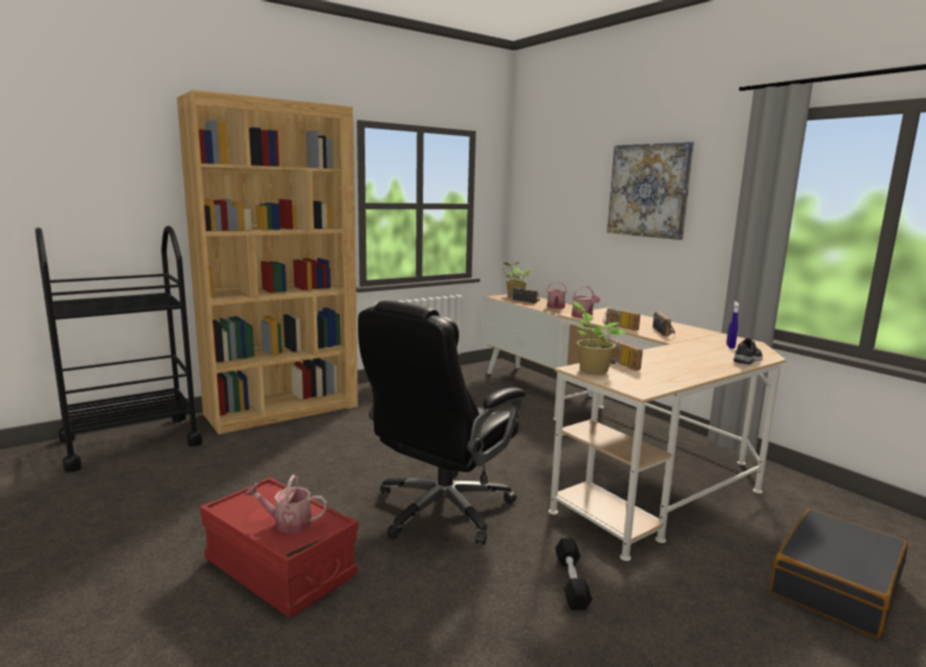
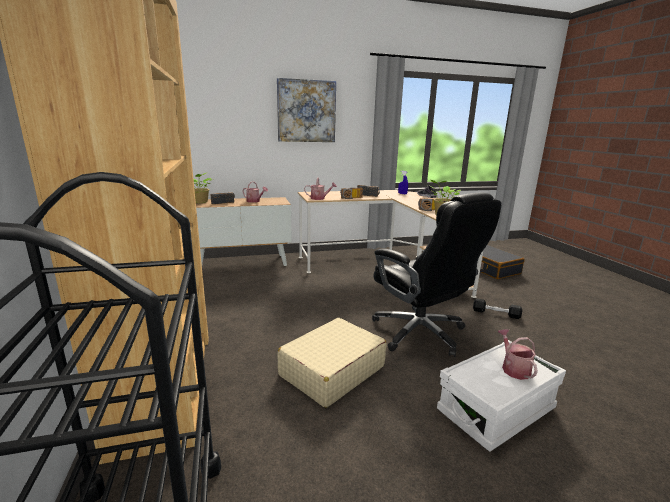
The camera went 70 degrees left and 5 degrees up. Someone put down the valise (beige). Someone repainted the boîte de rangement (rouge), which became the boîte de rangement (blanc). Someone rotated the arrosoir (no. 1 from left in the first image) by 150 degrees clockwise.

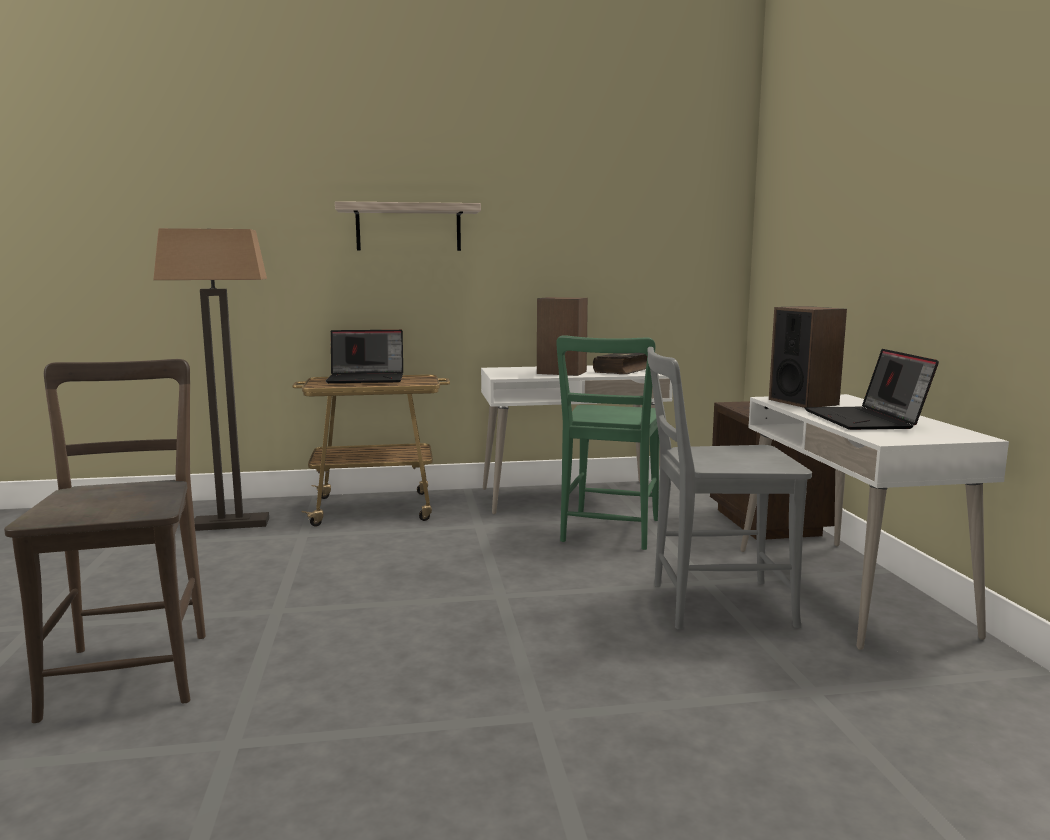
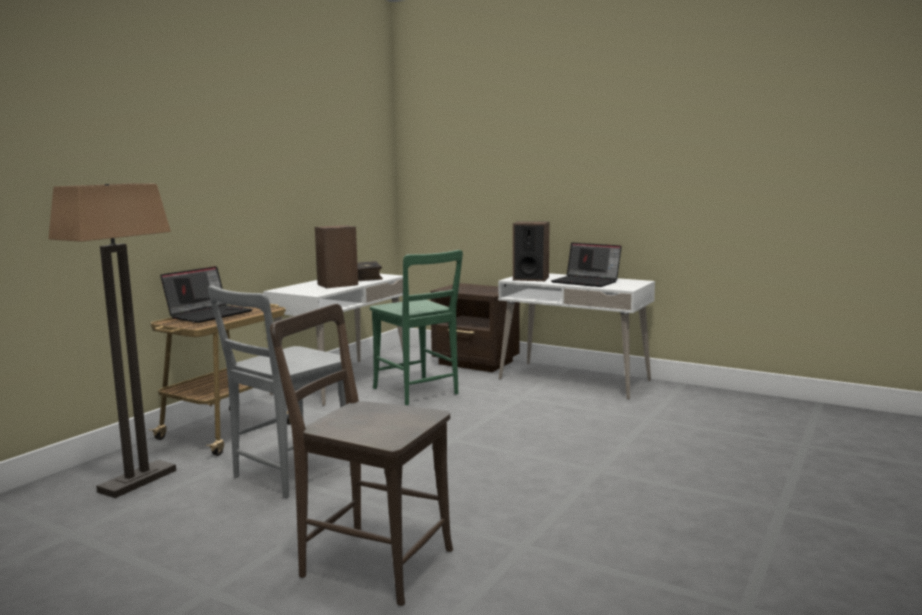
The camera went 50 degrees left and 0 degrees up. Someone took away the étagère. Someone carried the chaise (gris).

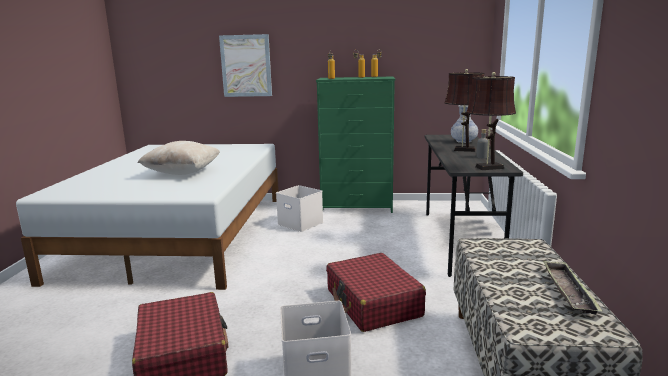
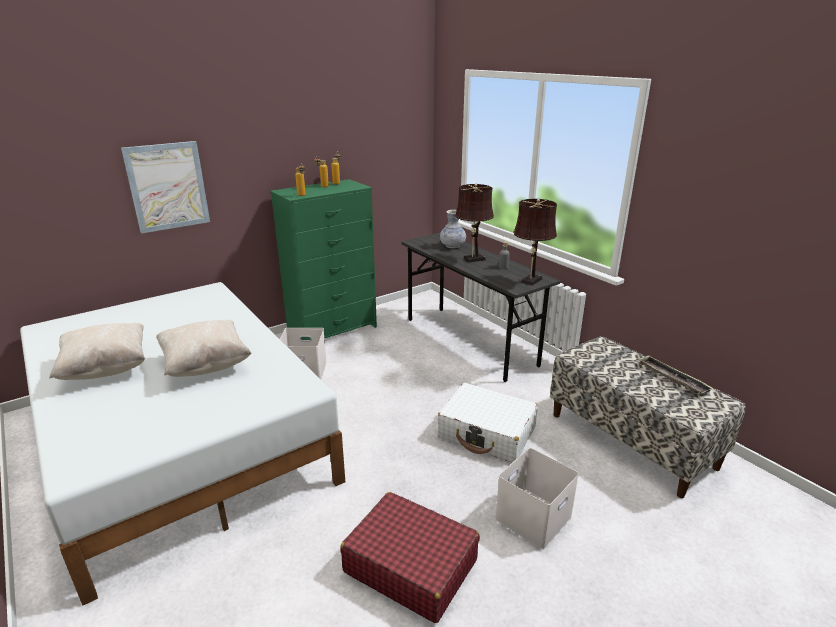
The camera went 40 degrees left and 10 degrees up. Someone put down the coussin (beige) (no. 1 from left). Someone repainted the valise (rouge) (no. 2 from left), which became the valise (blanc).

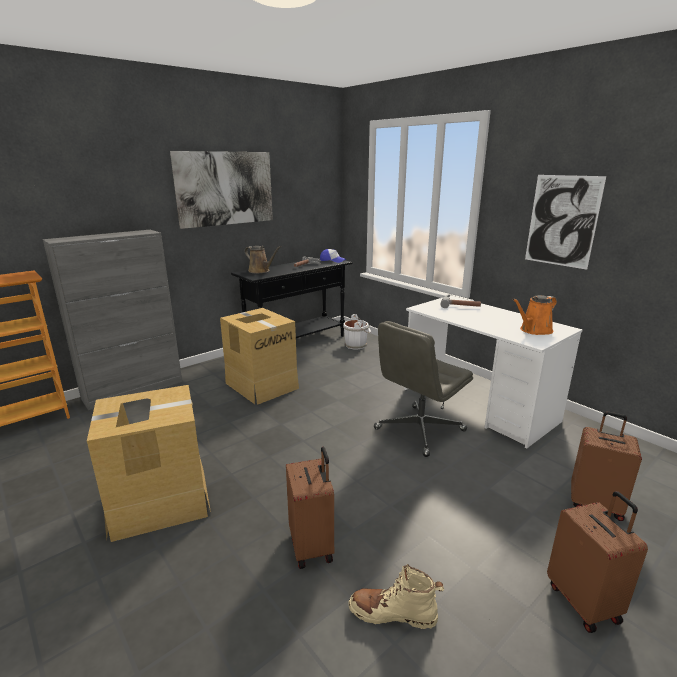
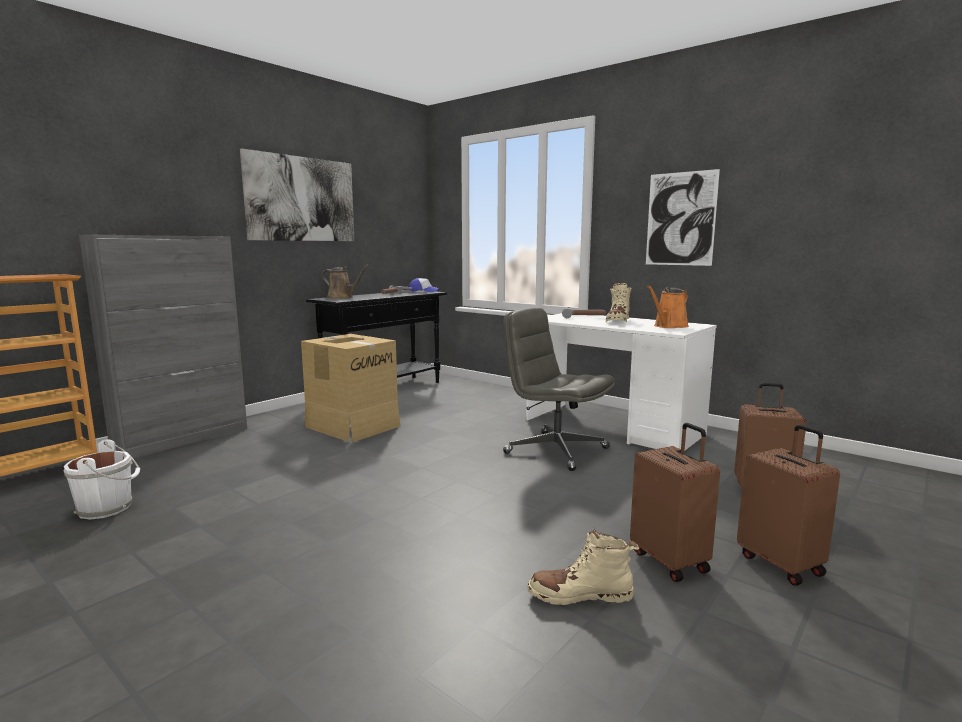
The camera went 10 degrees left and 10 degrees down. Someone took away the carton (no. 1 from left). Someone put down the botte (beige) (no. 2 from left). Someone carried the valise (marron) (no. 1 from left). Someone carried the seau (blanc). Someone rotated the chaise de bureau (gris) by 90 degrees clockwise.

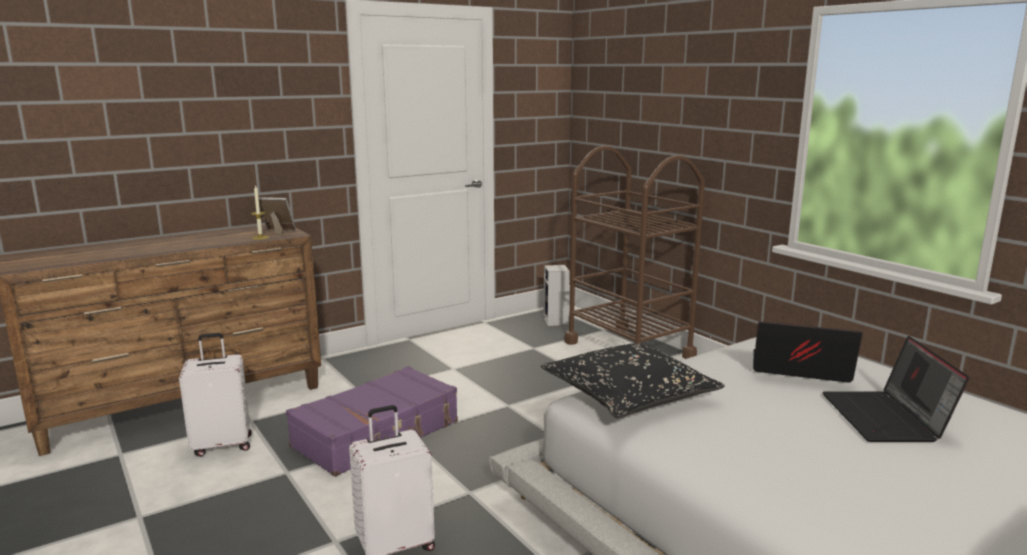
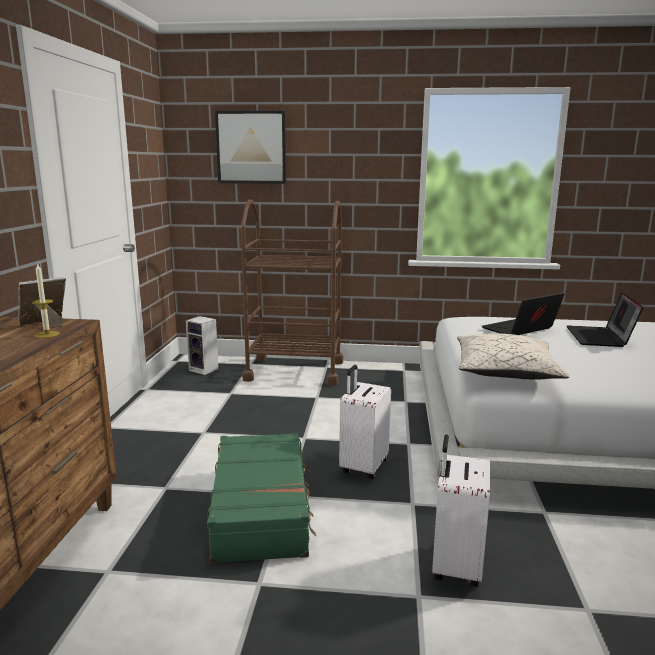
The camera went 50 degrees left and 0 degrees up. Someone put up the tableau. Someone carried the valise (blanc) (no. 1 from left). Someone repainted the valise (violet), which became the valise (vert). Someone repainted the coussin (noir), which became the coussin (beige). Someone rotated the ordinateur portable (no. 2 from left) by 60 degrees clockwise.

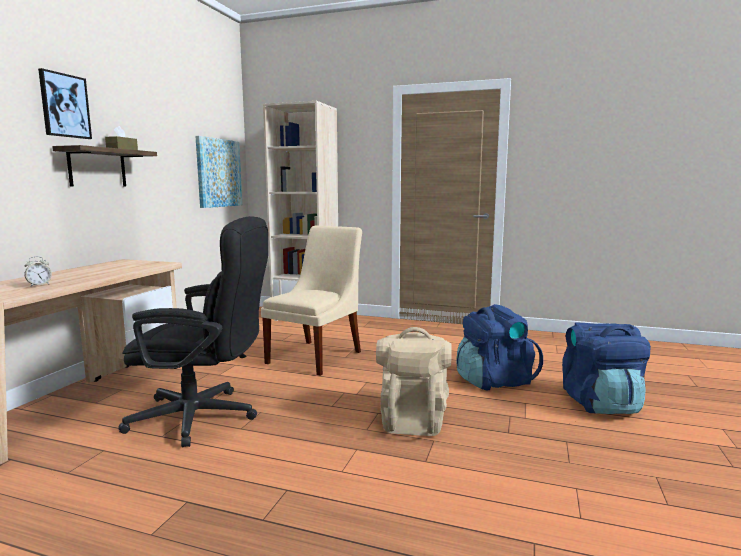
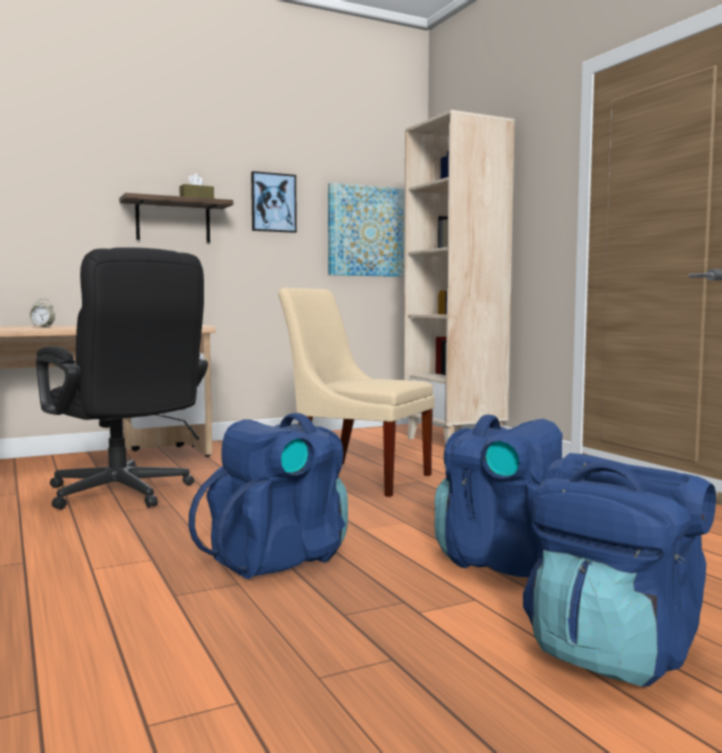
The camera went 45 degrees right and 5 degrees down. Someone carried the tableau (no. 1 from left). Someone repainted the sac à dos (beige), which became the sac à dos (bleu) (no. 1 from left). Someone rotated the chaise (beige) by 135 degrees counterclockwise.

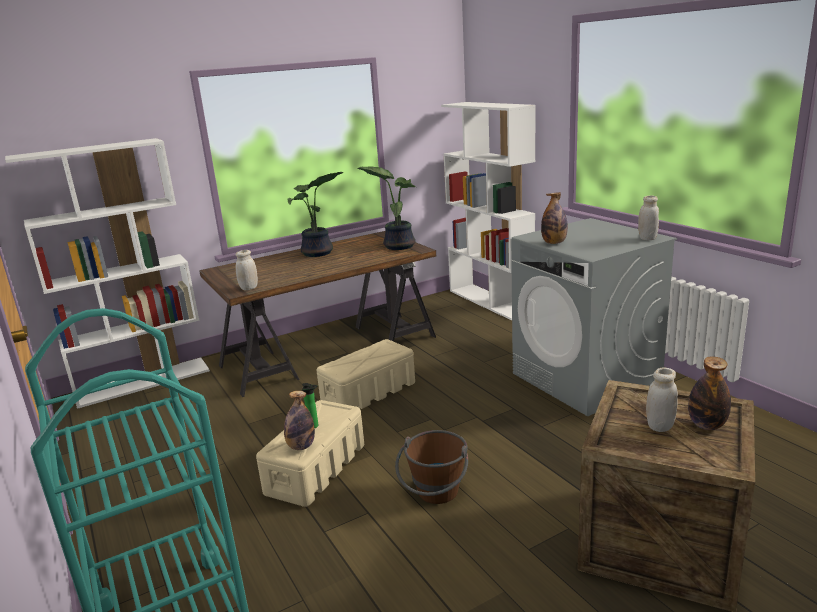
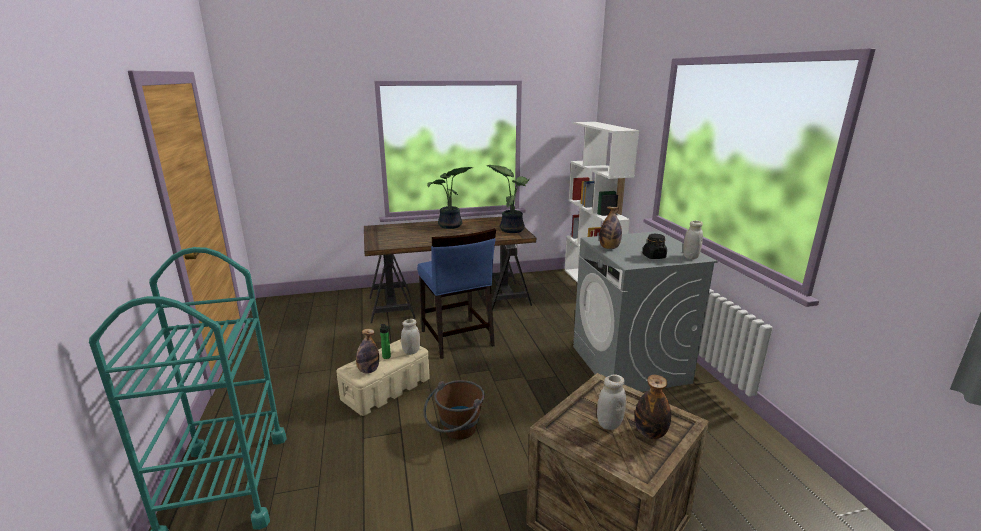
The camera went 15 degrees right and 0 degrees up. Someone took away the bibliothèque (blanc) (no. 1 from left). Someone put down the bocal (noir). Someone carried the bocal (blanc) (no. 1 from left). Someone swapped the boîte de rangement (beige) (no. 2 from left) for the chaise (bleu).

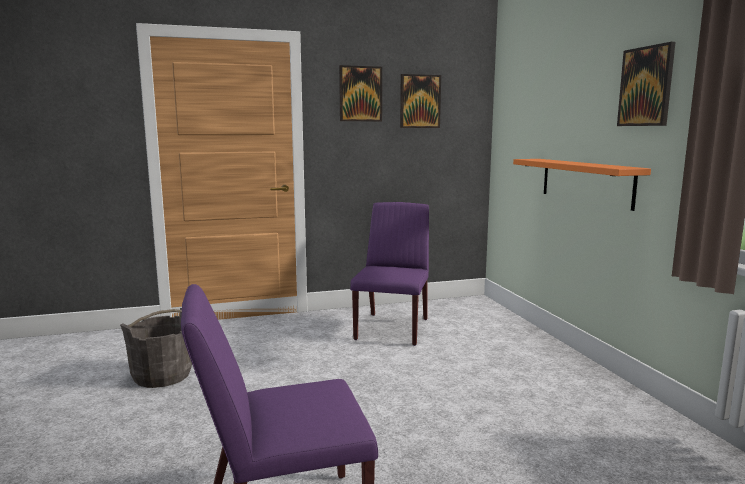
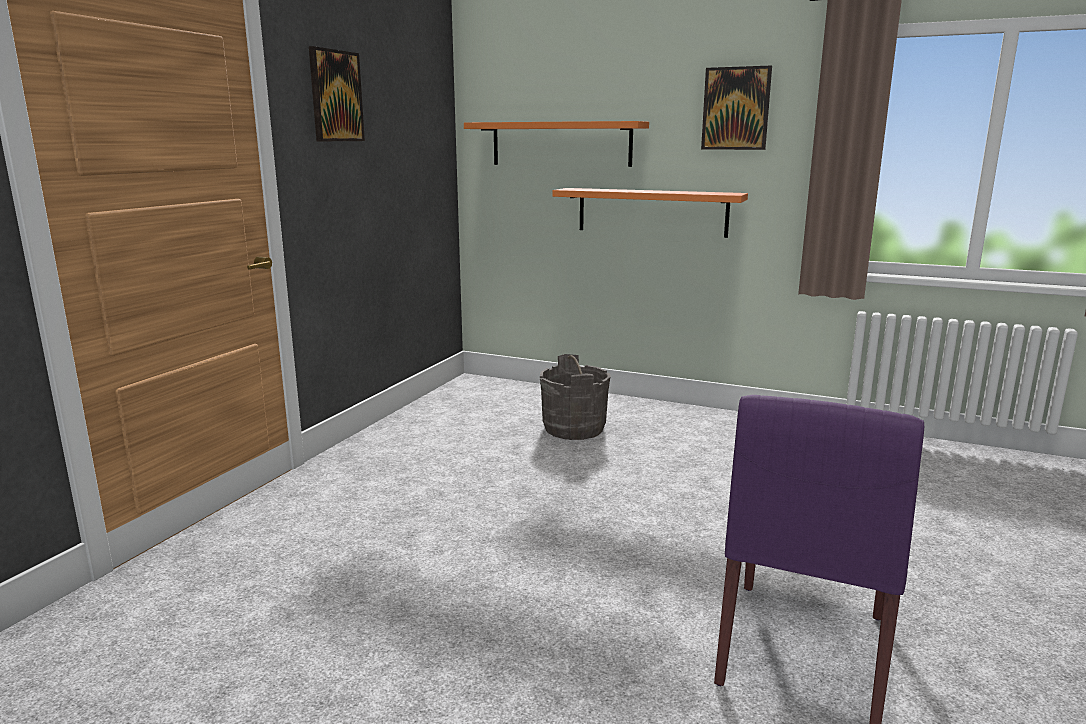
The camera went 50 degrees left and 5 degrees up. Someone took away the chaise (violet) (no. 2 from left). Someone took away the tableau (no. 2 from left). Someone put up the étagère (orange) (no. 1 from left). Someone carried the seau (gris).

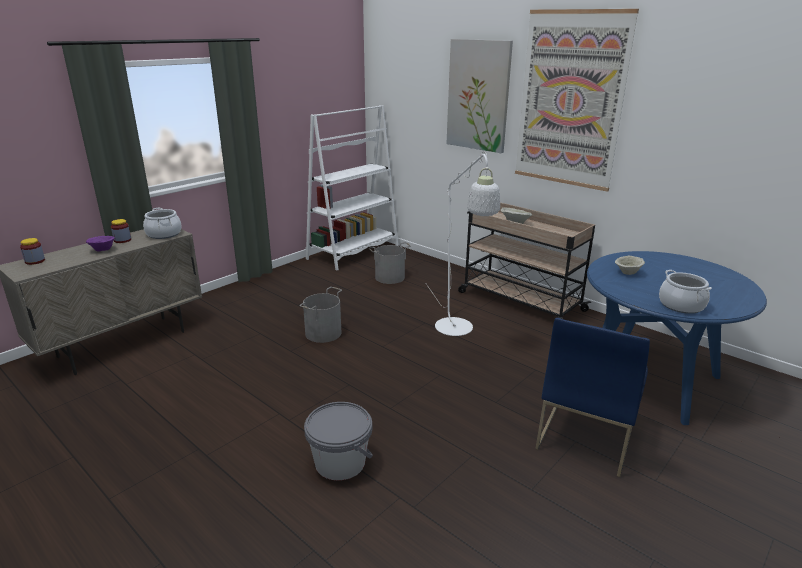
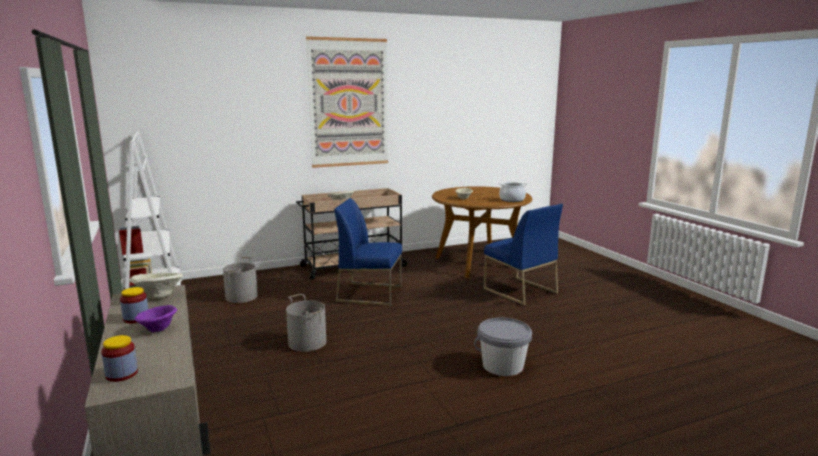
The camera went 65 degrees left and 10 degrees down. Someone took away the tableau (no. 1 from left). Someone swapped the marmite (no. 1 from left) for the bol (beige) (no. 1 from left). Someone swapped the lampadaire (blanc) for the chaise (bleu) (no. 1 from left). Someone repainted the table à manger (bleu), which became the table à manger (marron).

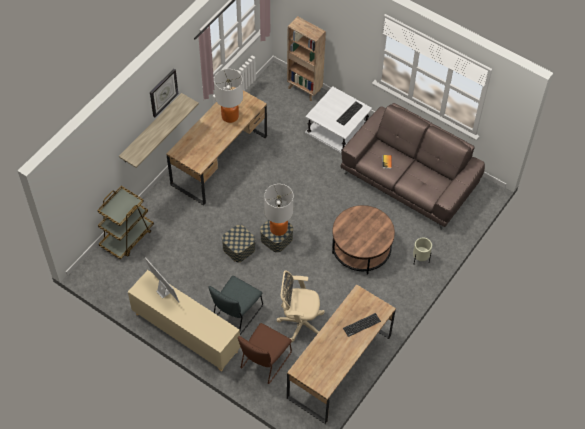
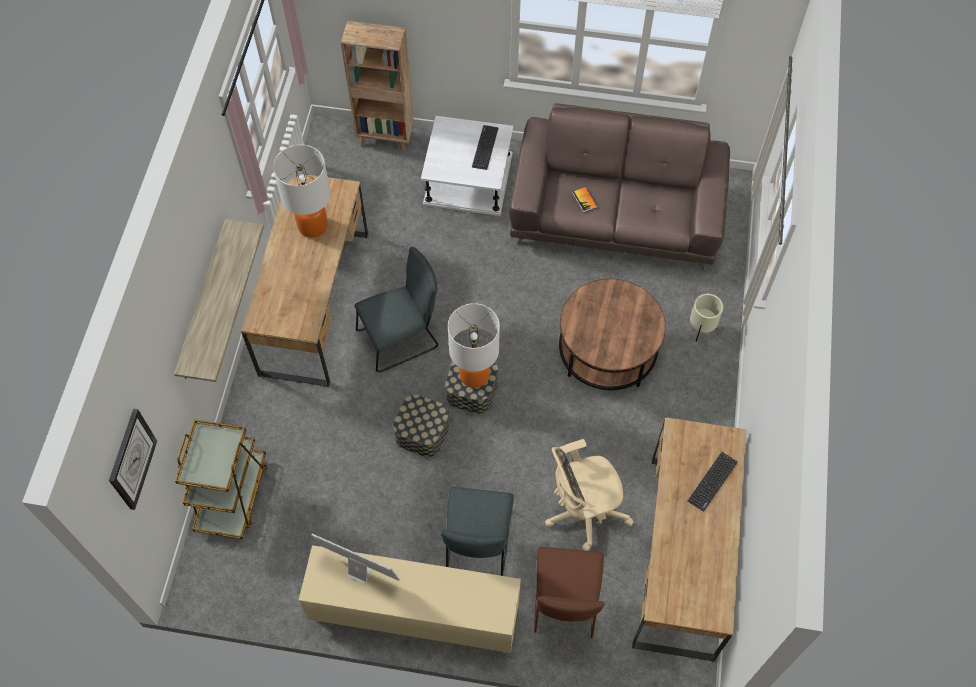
The camera went 25 degrees left and 5 degrees up. Someone put down the chaise (gris) (no. 1 from left). Someone carried the horloge murale.

